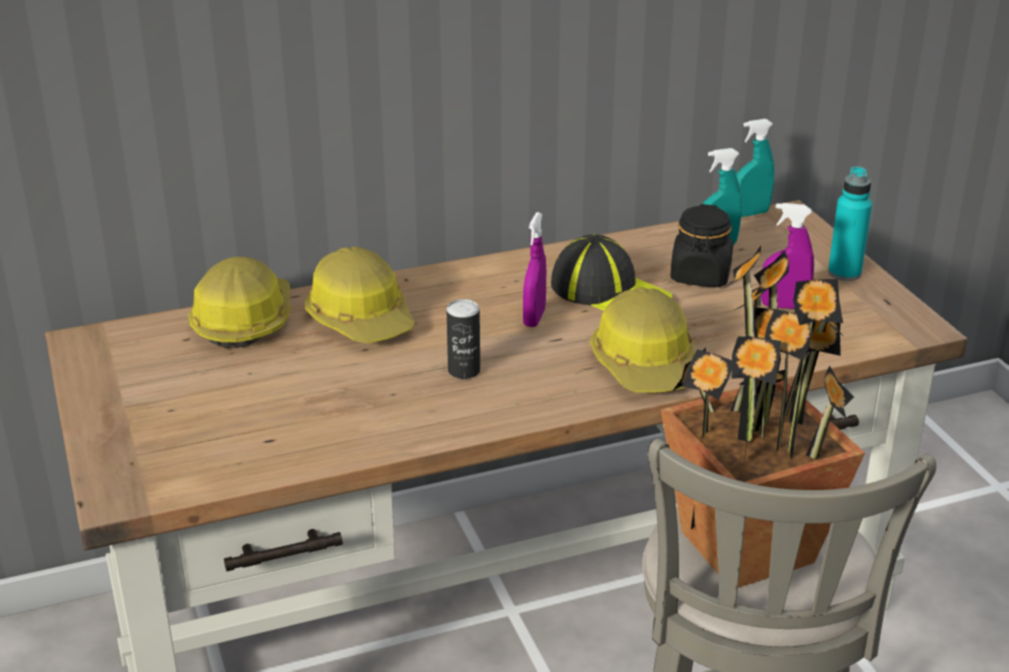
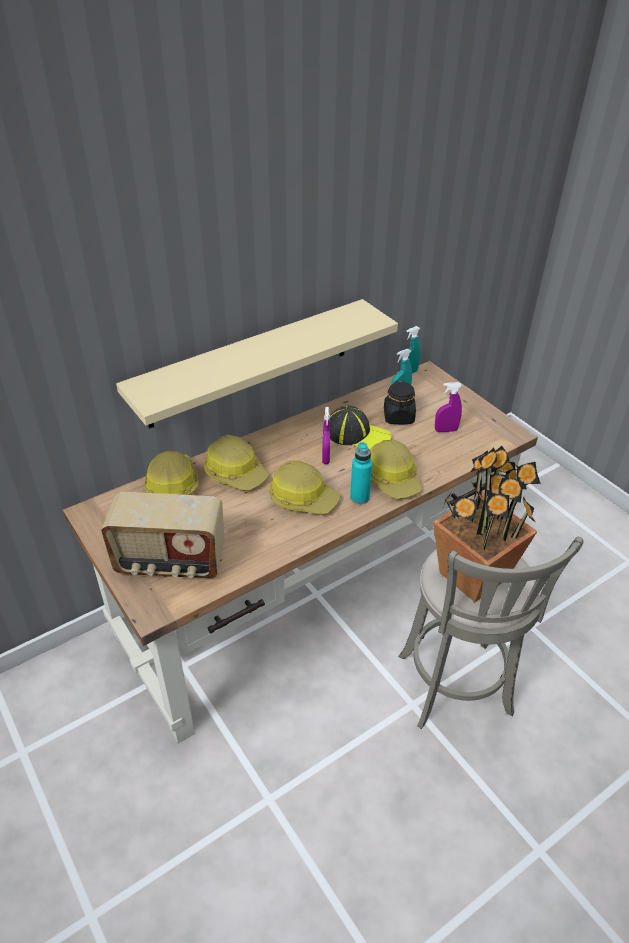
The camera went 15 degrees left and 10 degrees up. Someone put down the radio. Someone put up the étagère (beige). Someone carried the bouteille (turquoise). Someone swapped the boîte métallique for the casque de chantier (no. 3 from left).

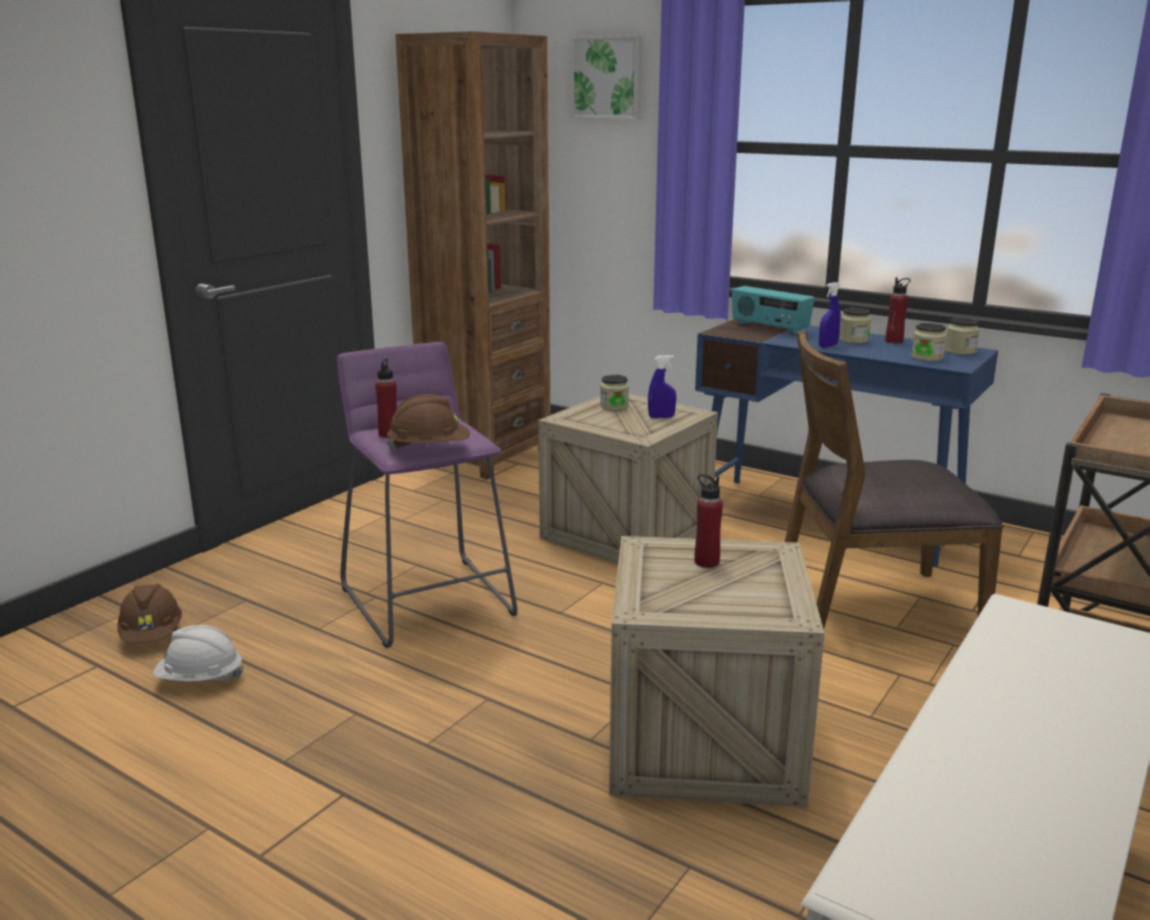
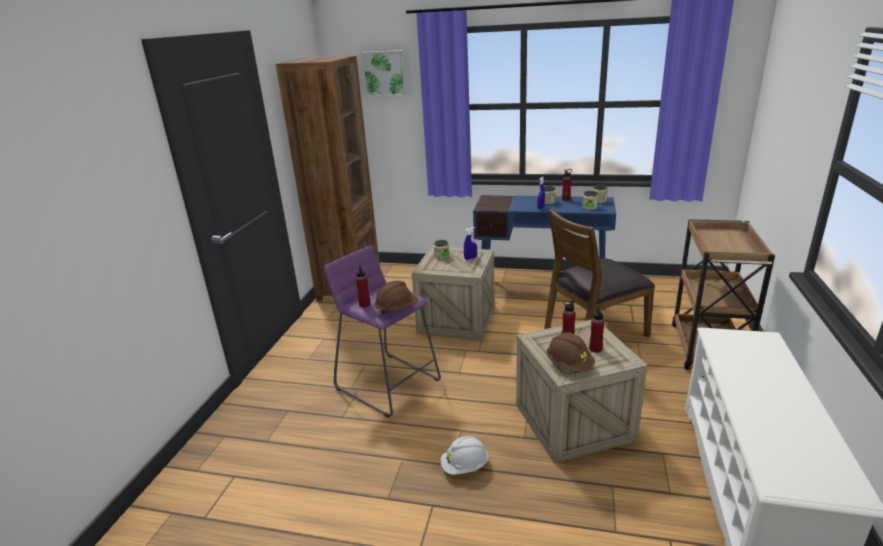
The camera went 20 degrees left and 5 degrees up. Someone took away the radio. Someone put down the bouteille (rouge) (no. 4 from left). Someone carried the casque de chantier (marron) (no. 1 from left in the first image). Someone carried the casque de chantier (blanc).

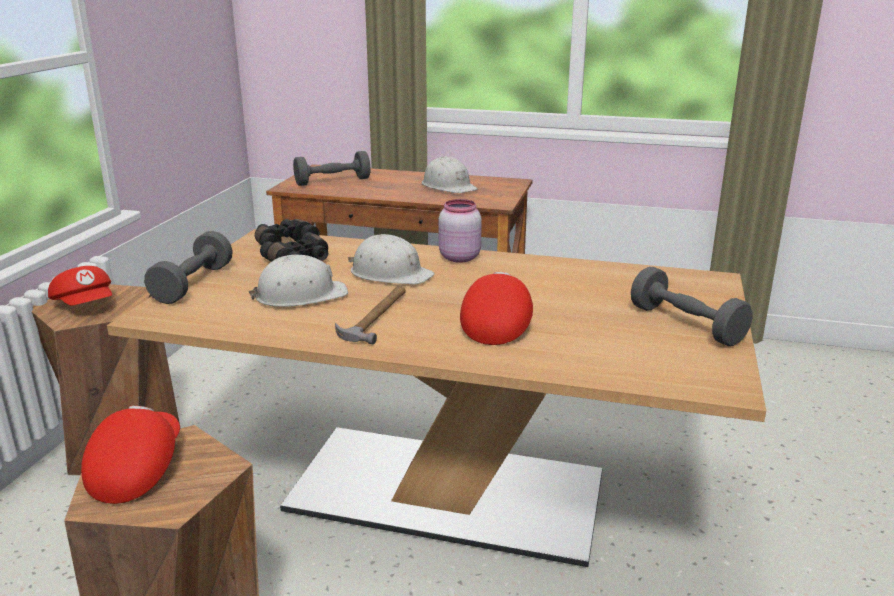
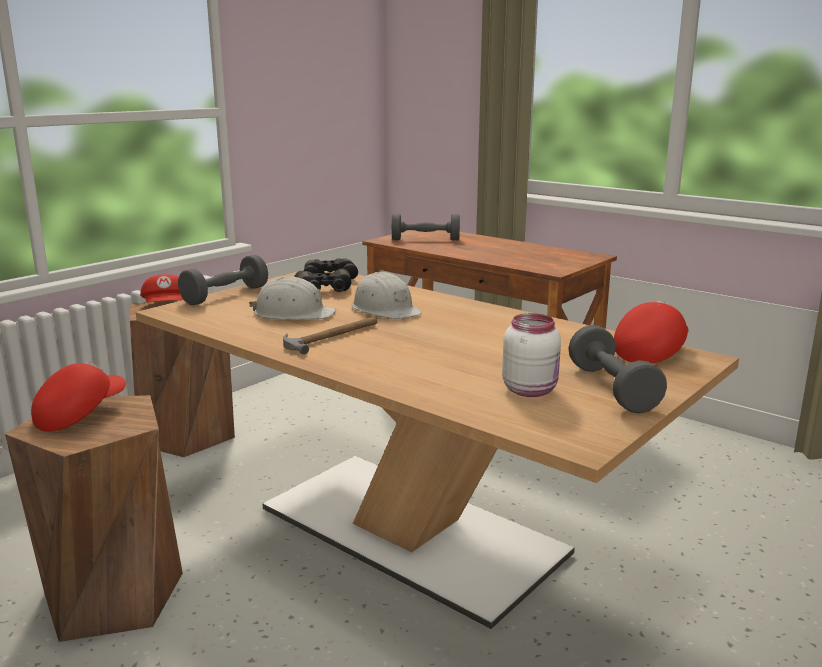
The camera went 25 degrees right and 5 degrees down. Someone took away the casque de chantier (blanc) (no. 3 from left). Someone took away the bocal (rose). Someone put down the bocal (blanc). Someone carried the casquette (rouge) (no. 3 from left).

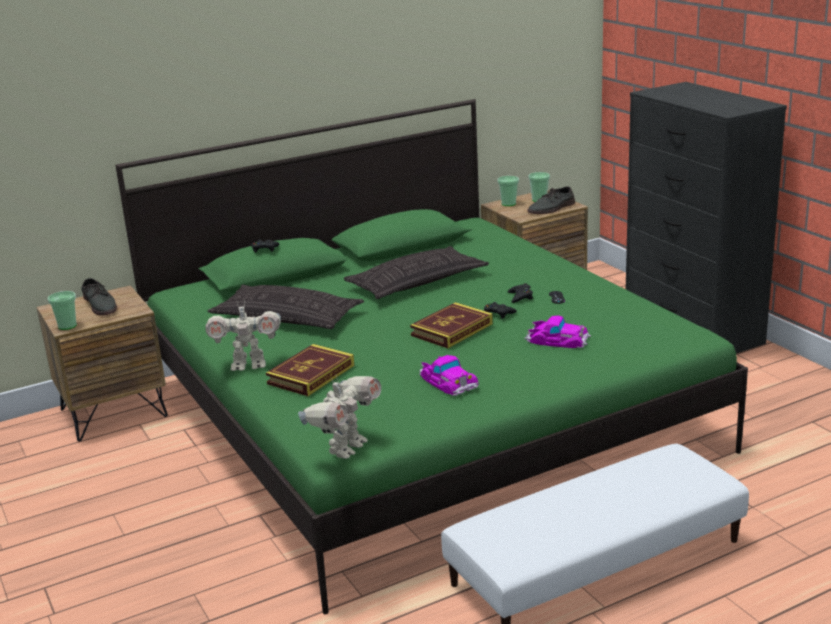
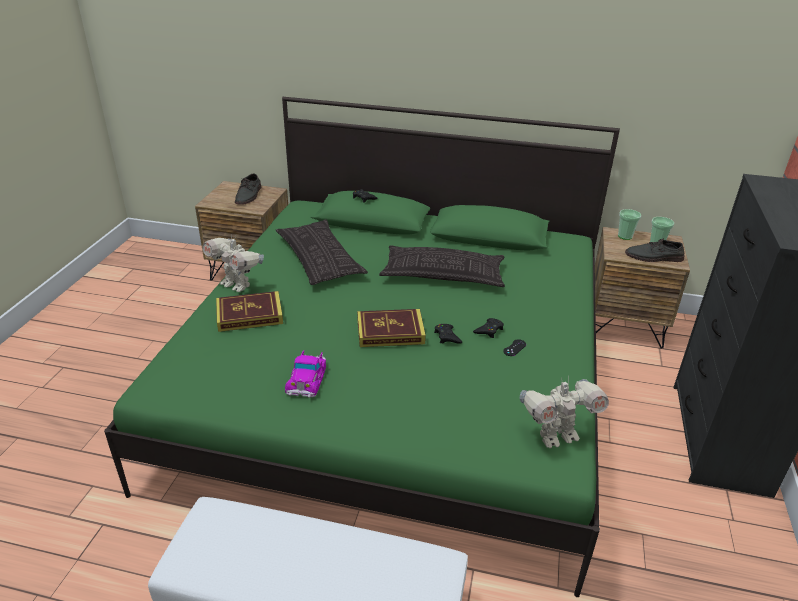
The camera went 40 degrees right and 10 degrees up. Someone took away the tasse (no. 1 from left). Someone took away the petite voiture (no. 2 from left). Someone carried the robot jouet (no. 2 from left).

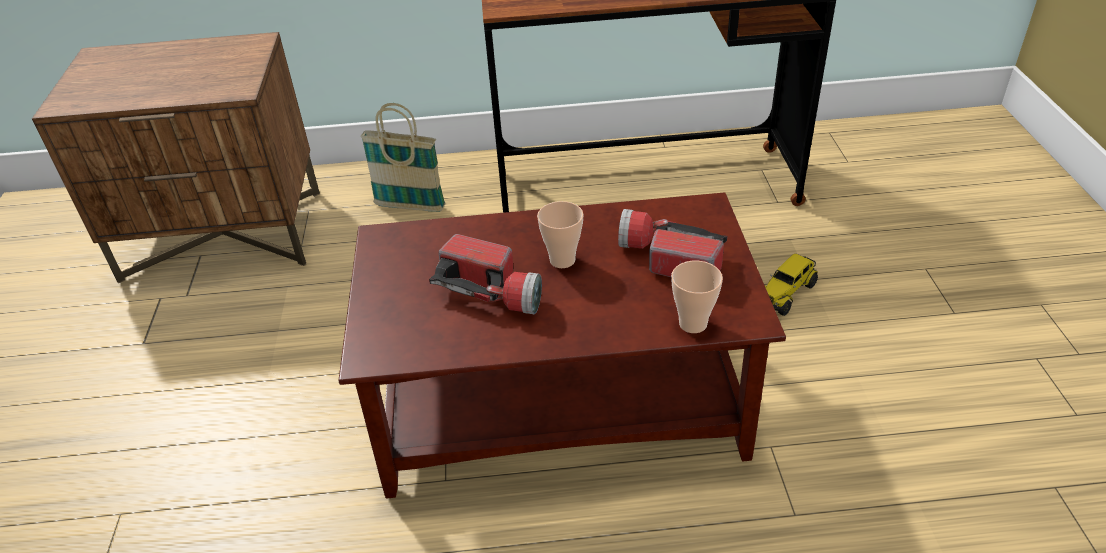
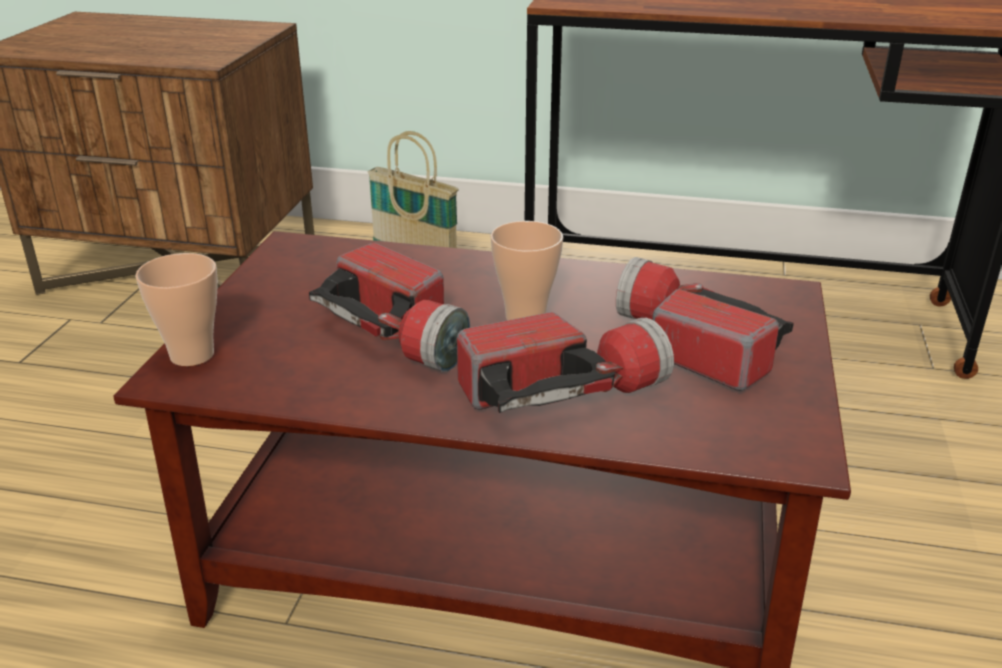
The camera went 15 degrees right and 10 degrees down. Someone took away the camion jouet. Someone put down the lampe de poche (no. 2 from left). Someone carried the tasse (no. 2 from left in the first image).

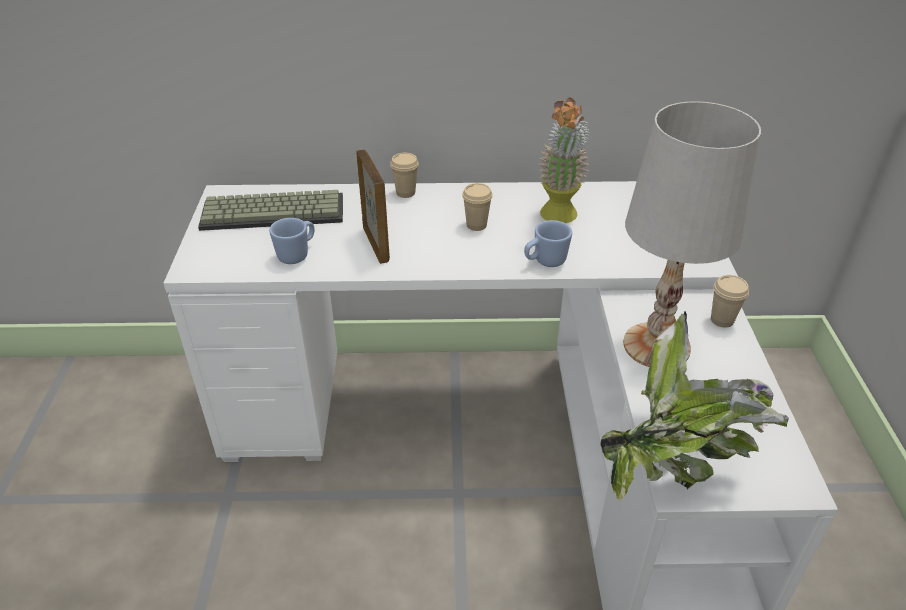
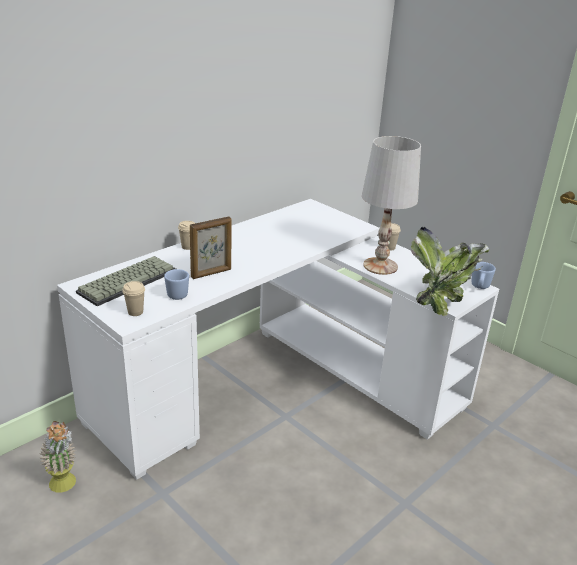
The camera went 45 degrees left and 10 degrees down. Someone carried the tasse (beige) (no. 2 from left in the first image). Someone carried the mug (bleu) (no. 2 from left). Someone carried the plante en pot (no. 1 from left). Someone rotated the cadre photo by 120 degrees clockwise.

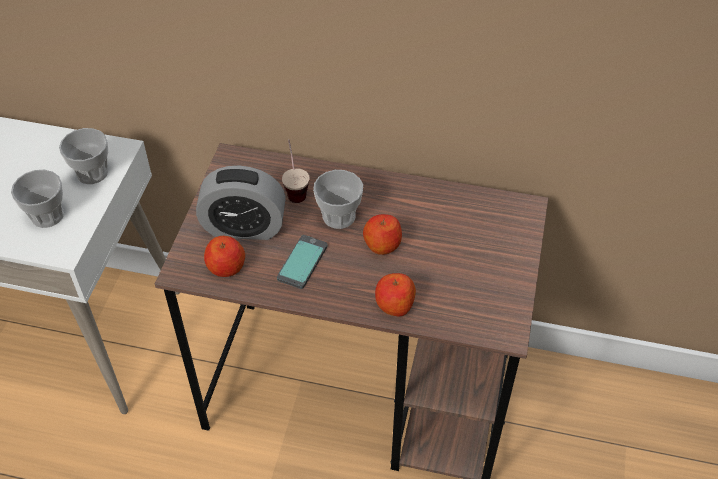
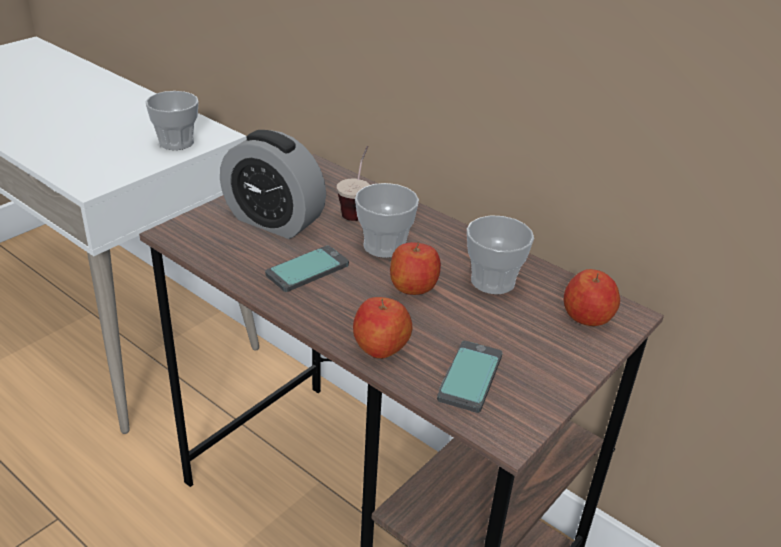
The camera went 25 degrees right and 15 degrees down. Someone put down the téléphone (no. 2 from left). Someone carried the tasse (no. 1 from left in the first image). Someone carried the pomme (no. 1 from left in the first image).

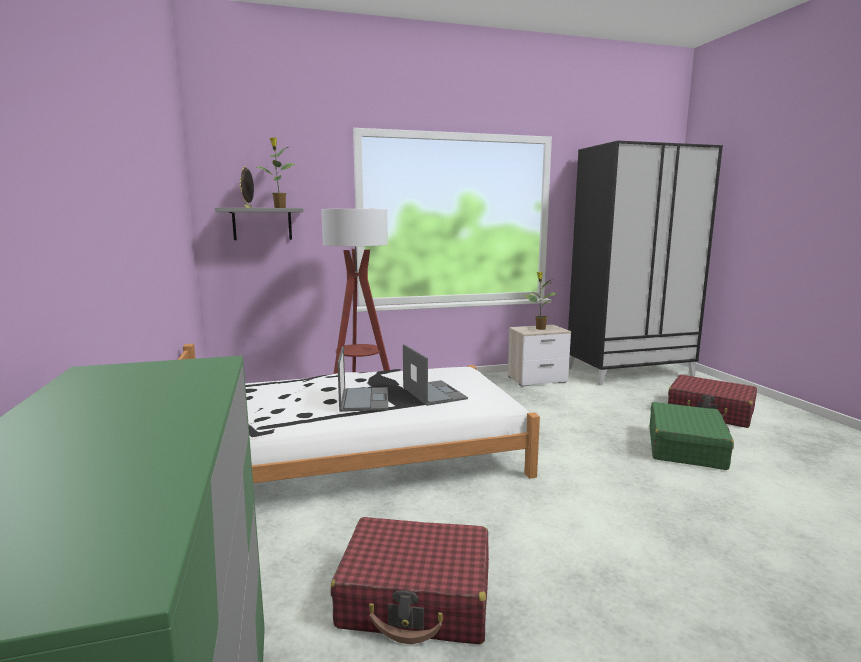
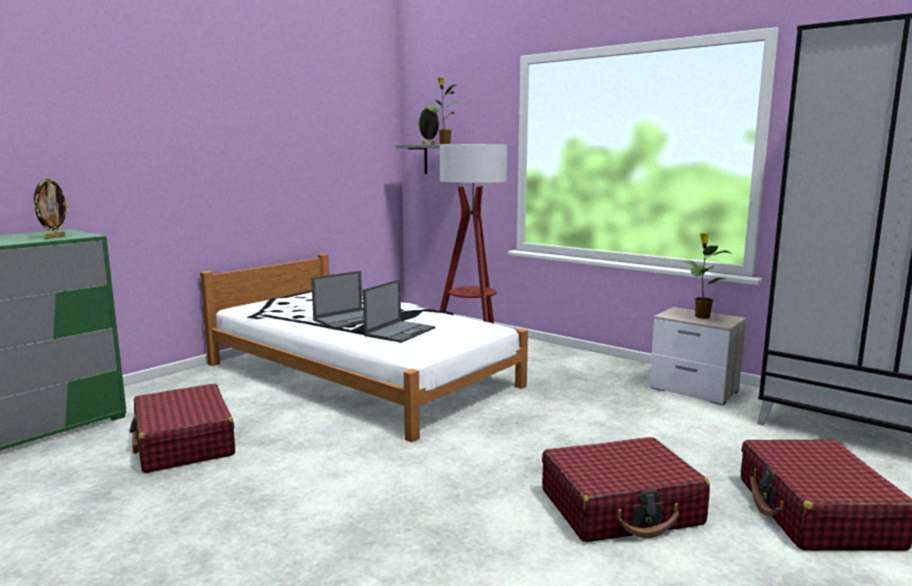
The camera went 55 degrees right and 0 degrees up. Someone put down the cadre photo (no. 1 from left). Someone repainted the valise (vert), which became the valise (rouge) (no. 2 from left).

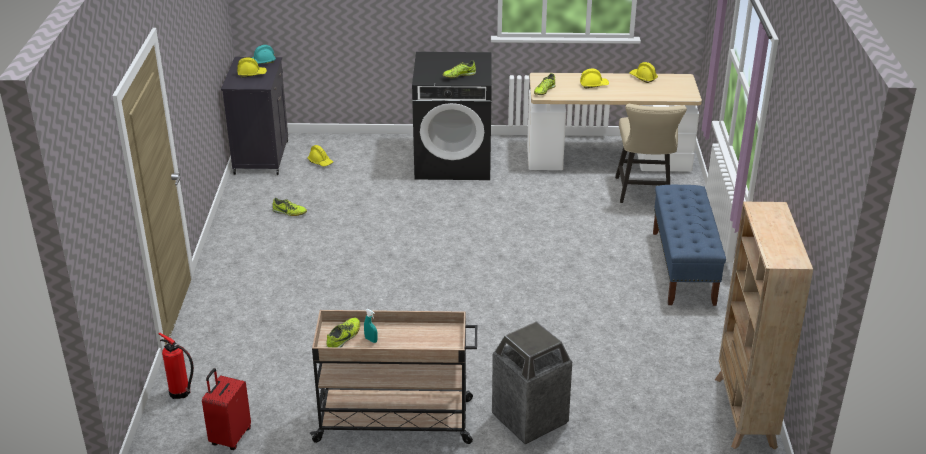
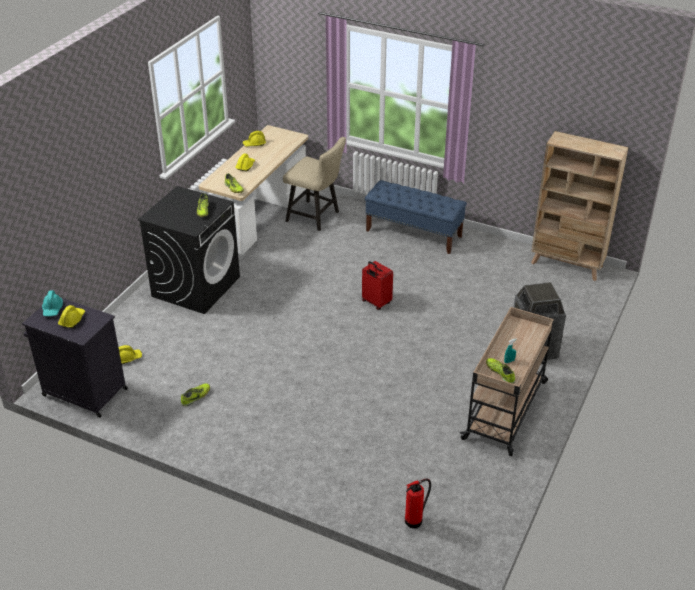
The camera went 65 degrees left and 5 degrees up. Someone carried the valise (rouge).

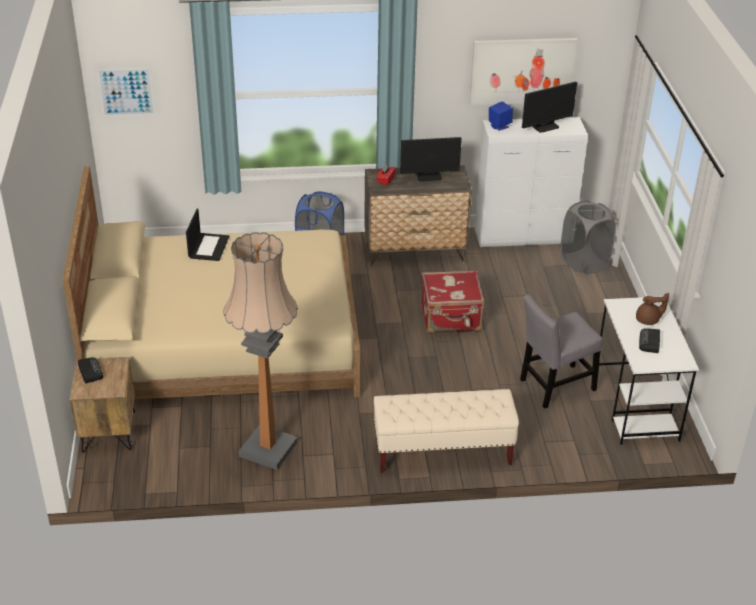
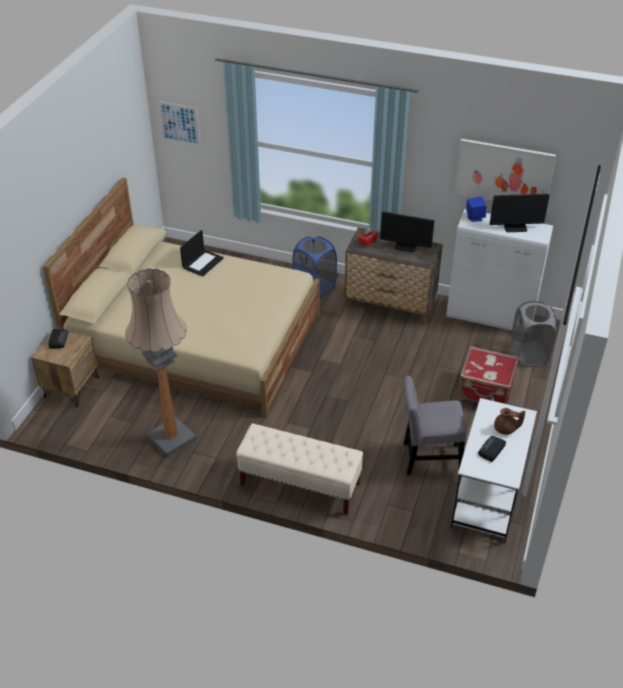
The camera went 25 degrees right and 5 degrees up. Someone carried the valise (rouge).

